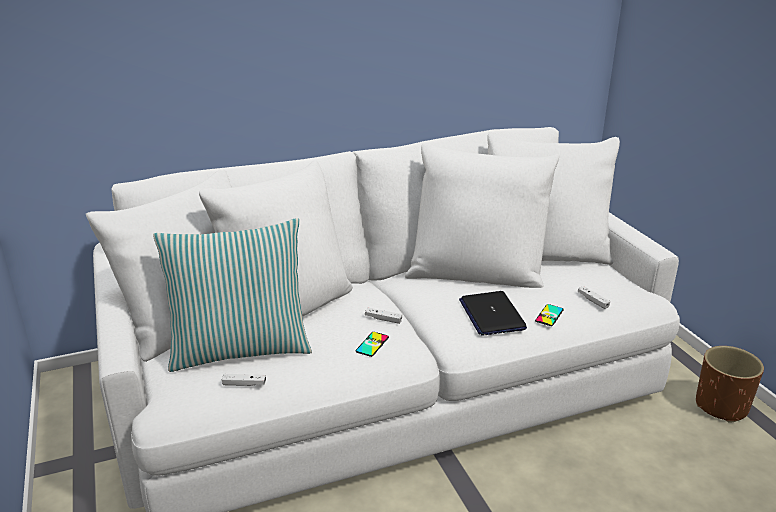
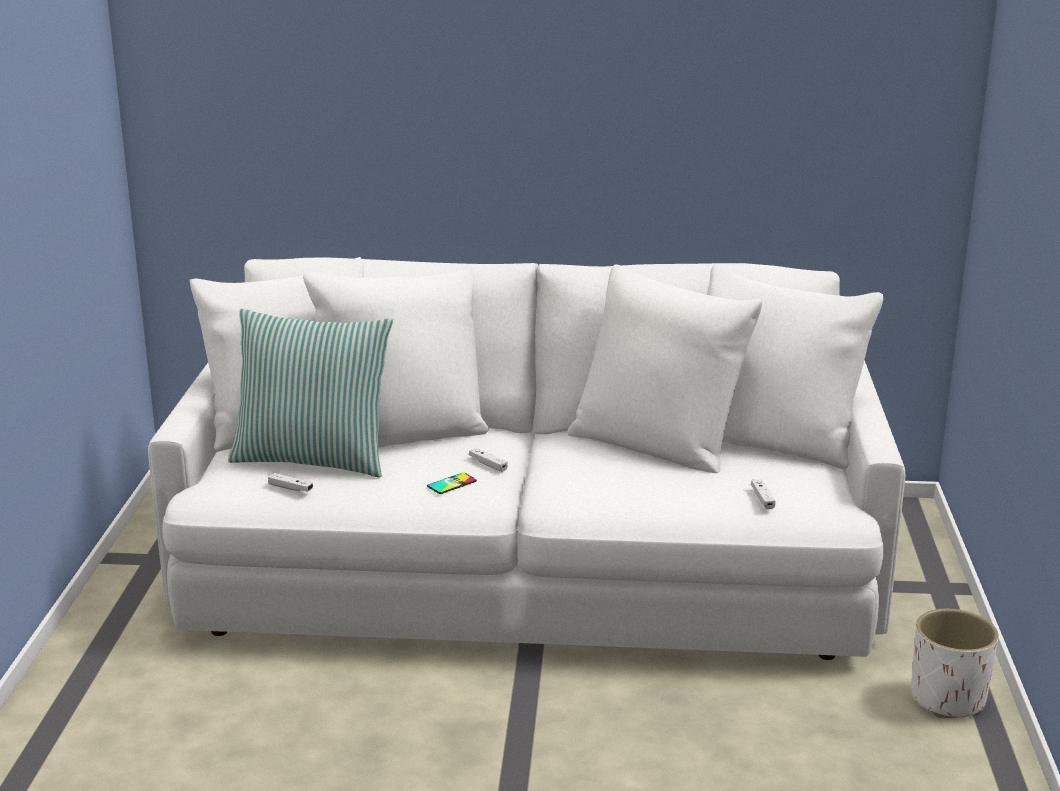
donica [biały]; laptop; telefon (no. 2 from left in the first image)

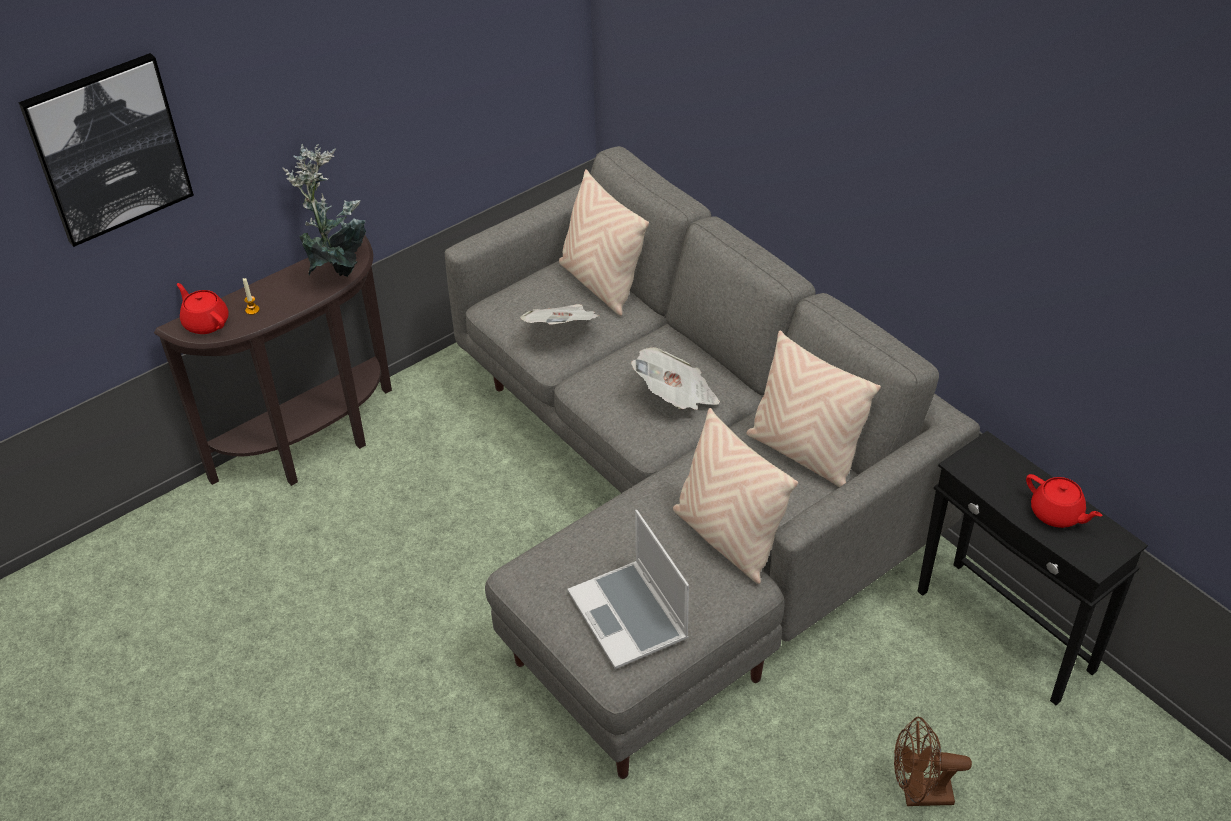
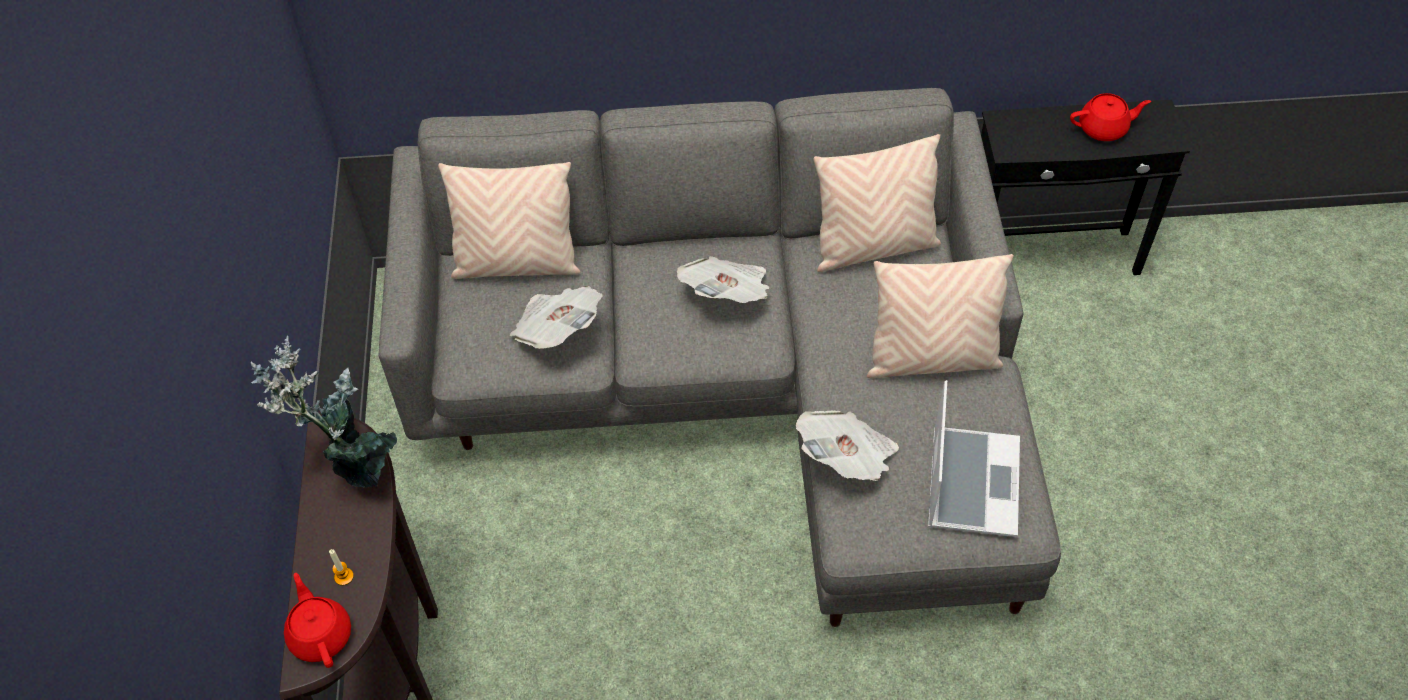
imbryk [czerwony] (no. 1 from left); gazeta (no. 3 from left); laptop; obraz; wentylator [brązowy]

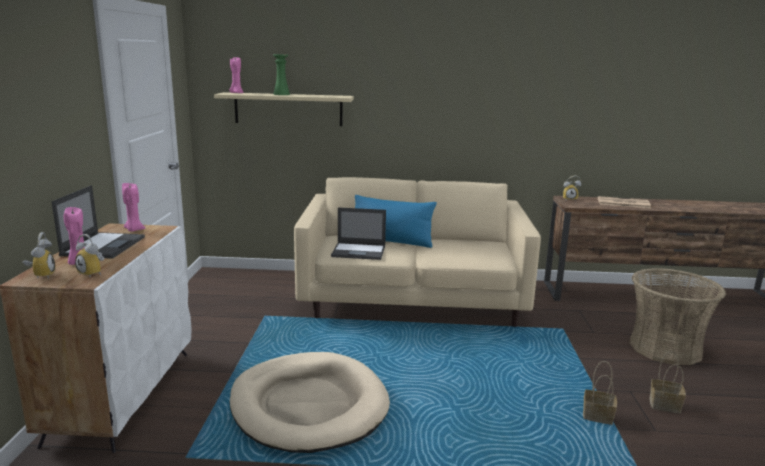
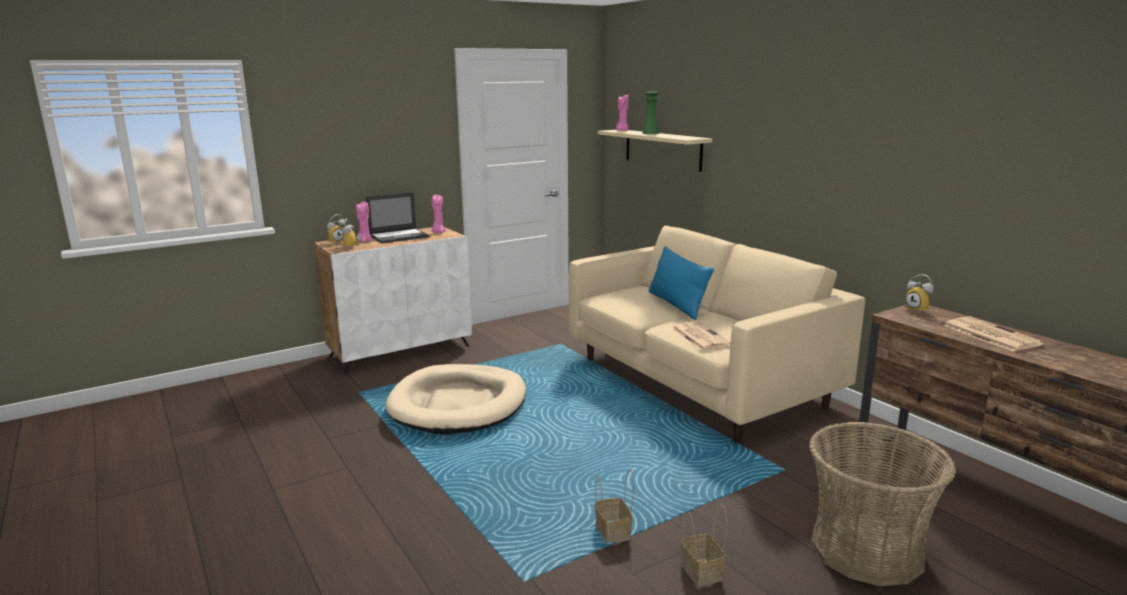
gazeta (no. 1 from left); laptop (no. 2 from left in the first image)

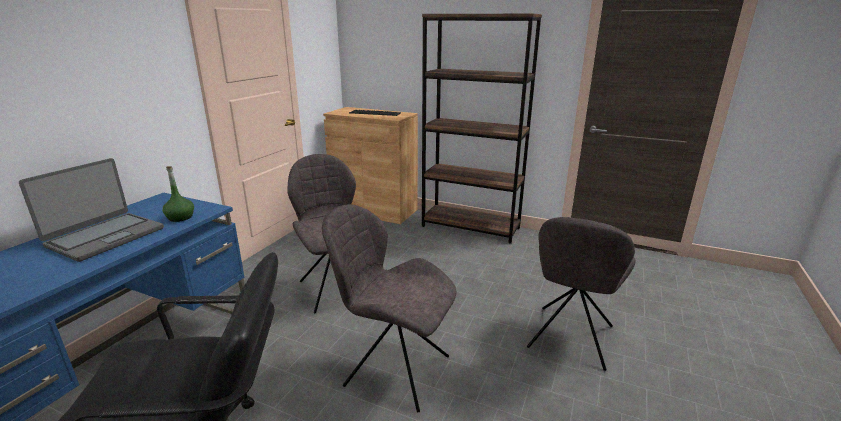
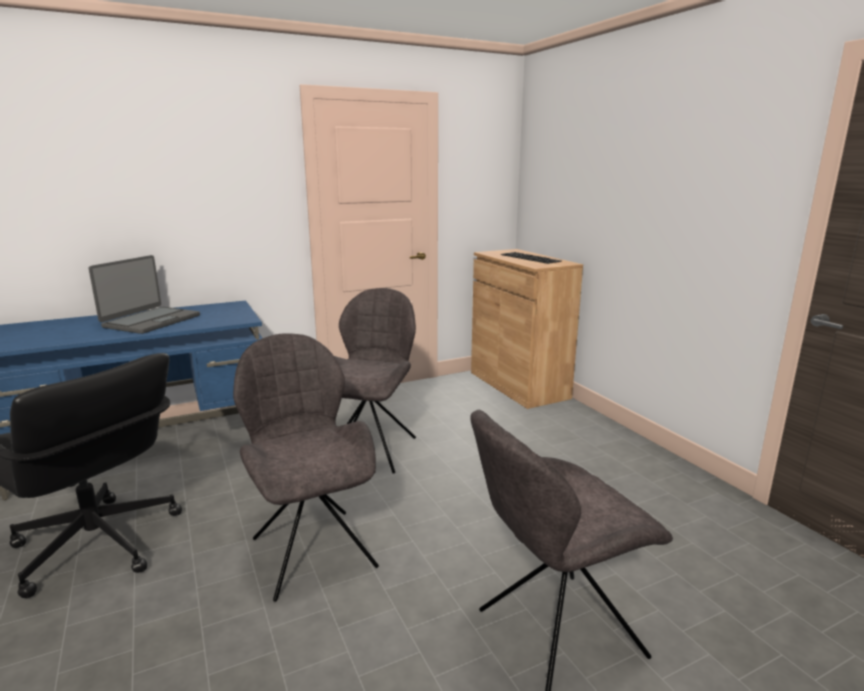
laptop; butelka [zielony]; regał [brązowy]

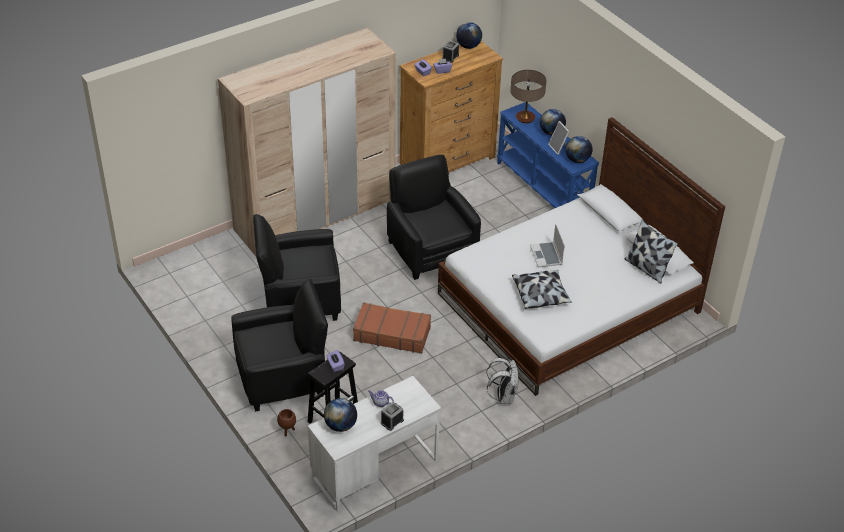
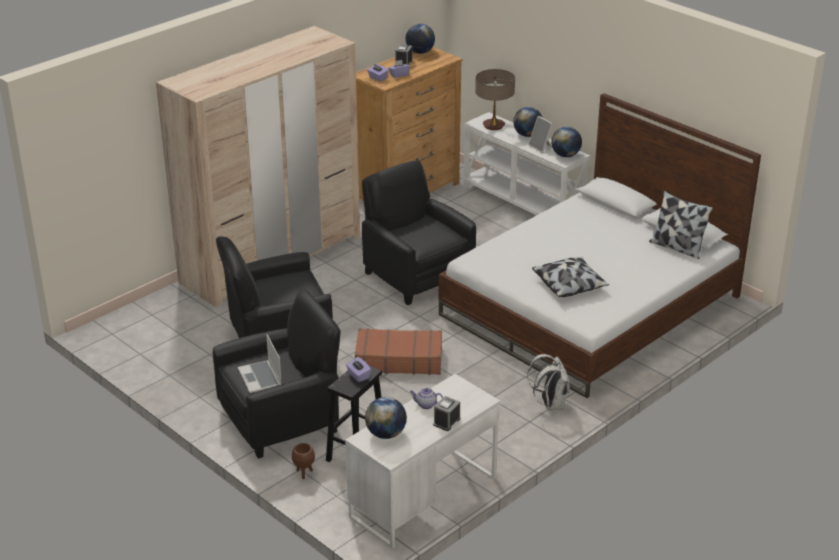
laptop; stolik konsolowy [biały]

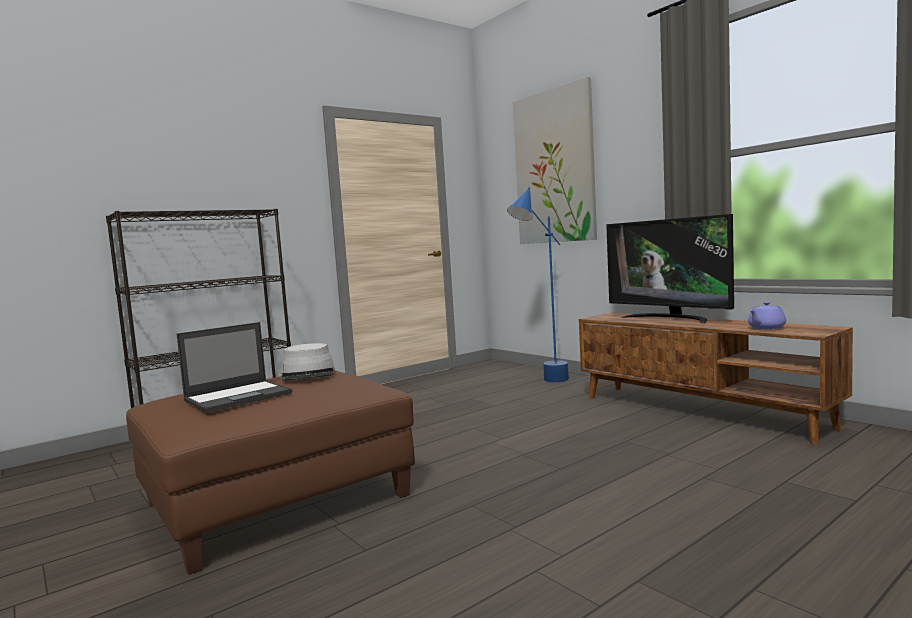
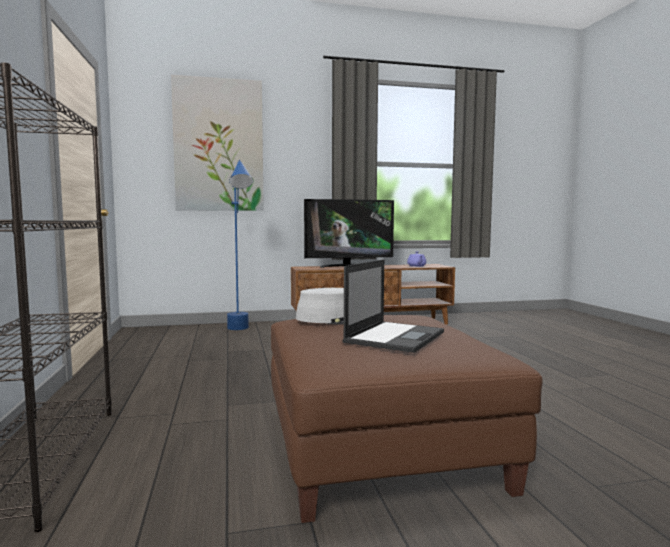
laptop

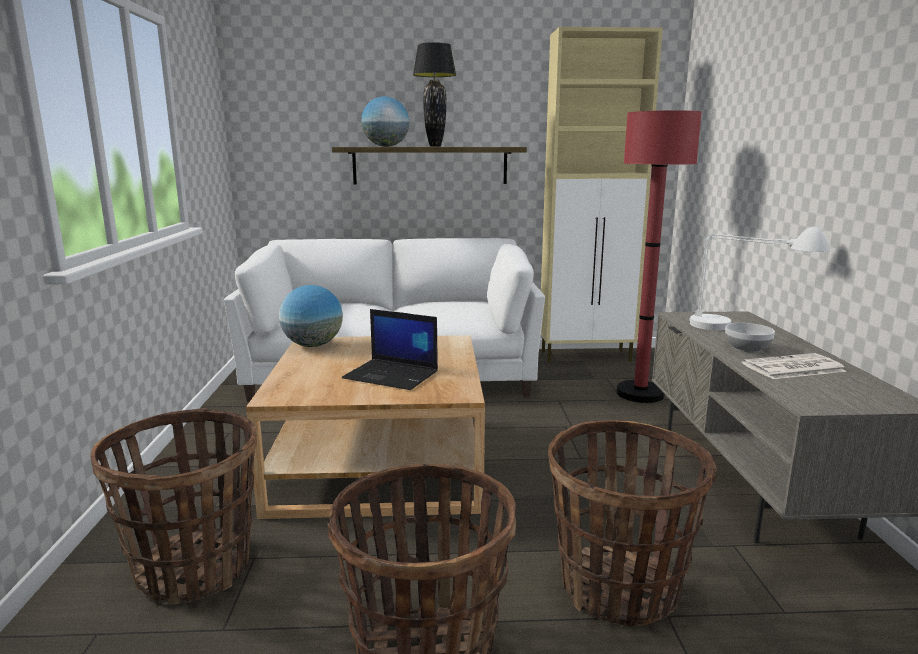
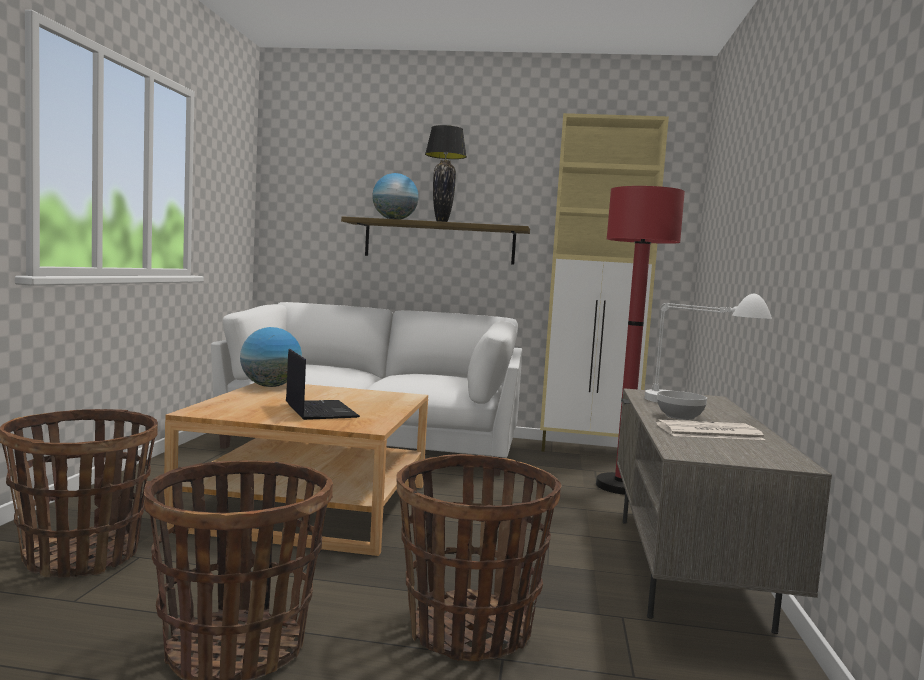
laptop

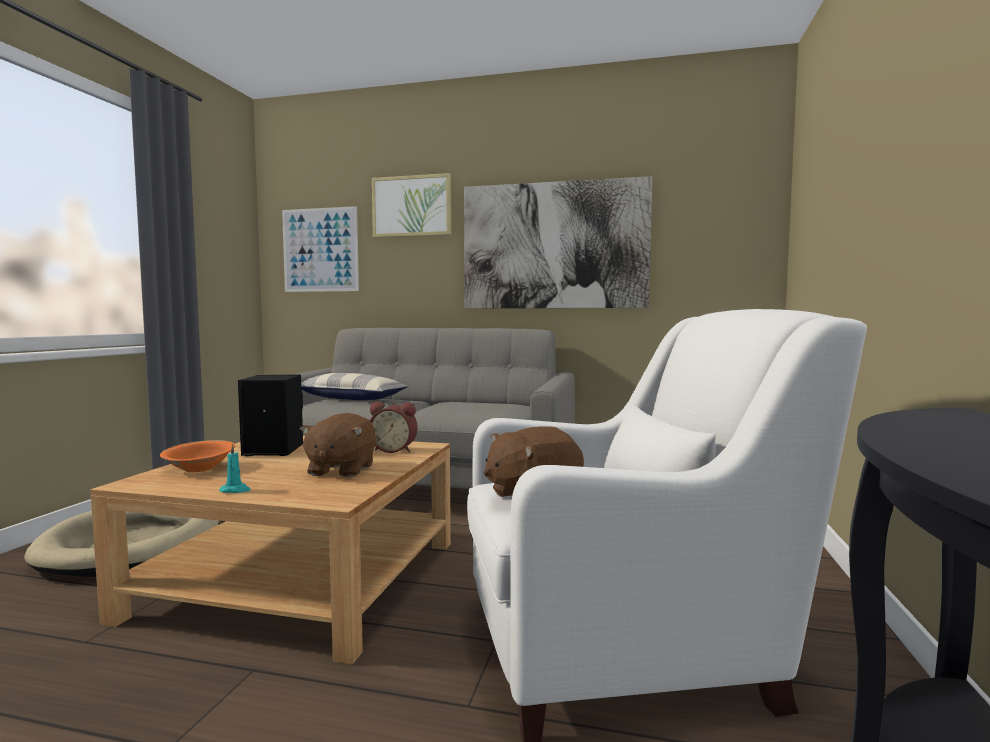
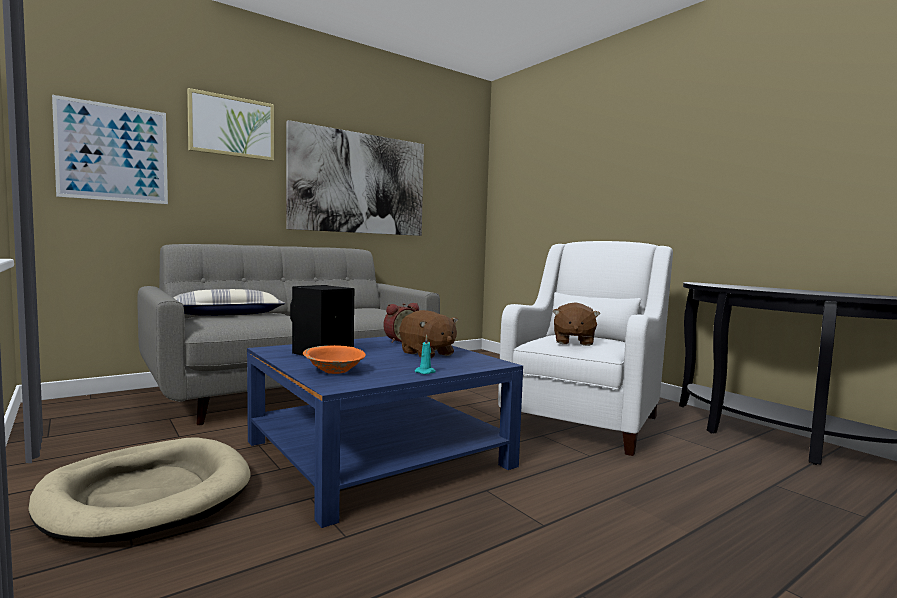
ława [niebieski]

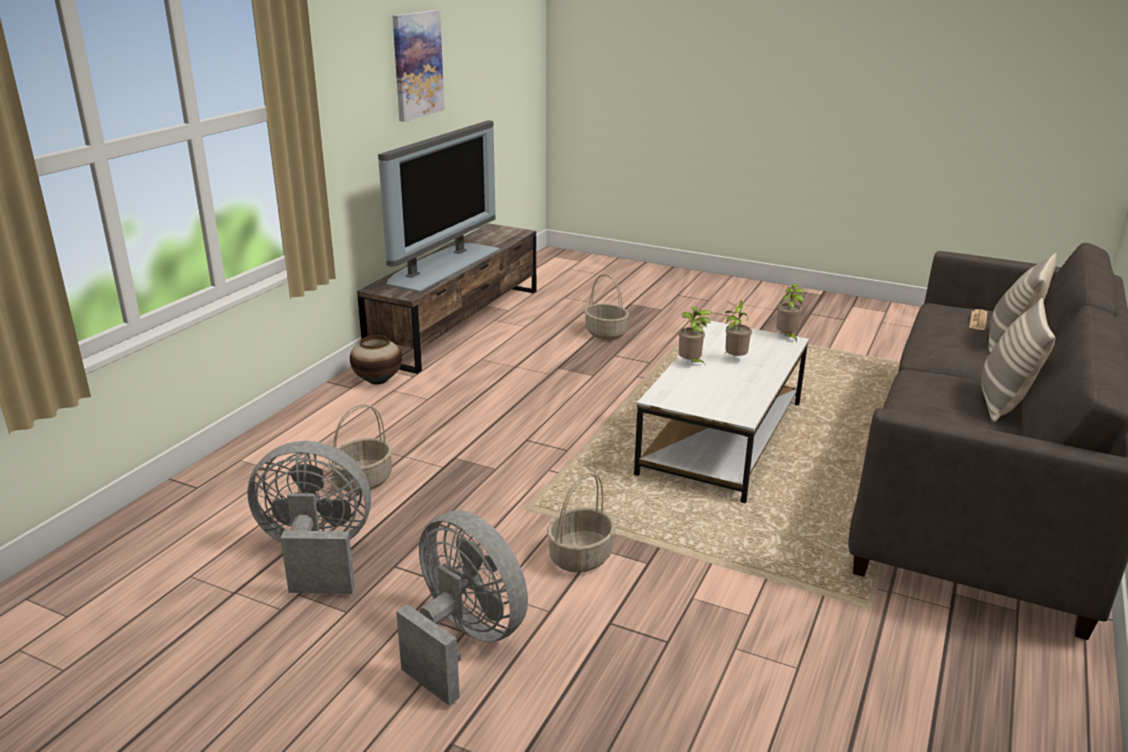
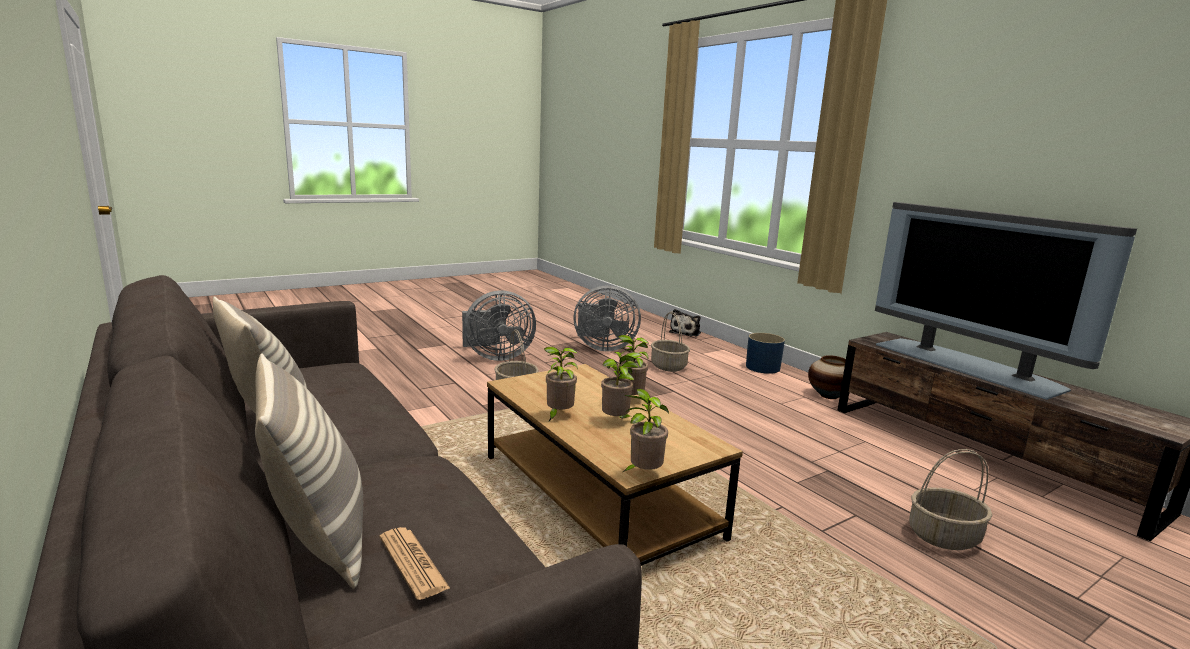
ława [brązowy]; roślina doniczkowa (no. 1 from left); wentylator [szary] (no. 2 from left); pluszak; donica [niebieski]; obraz

